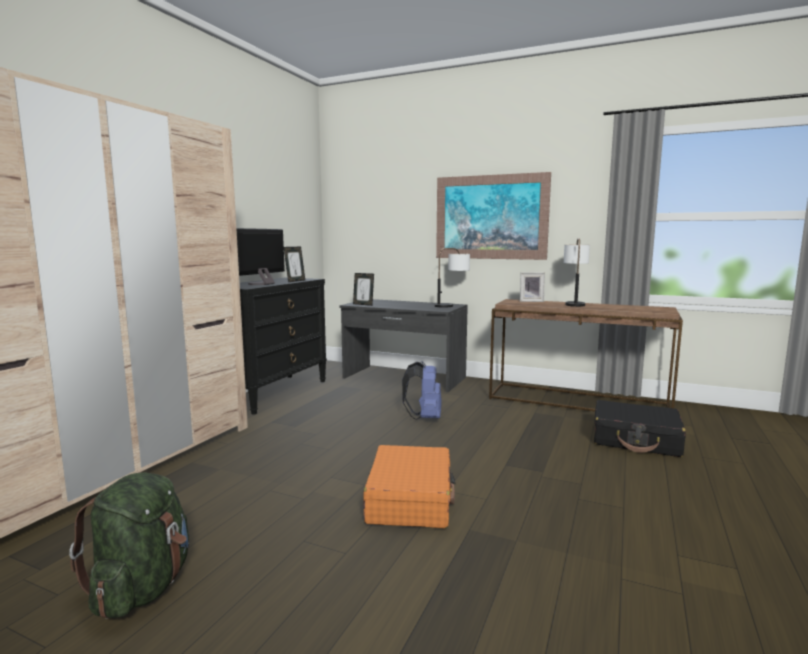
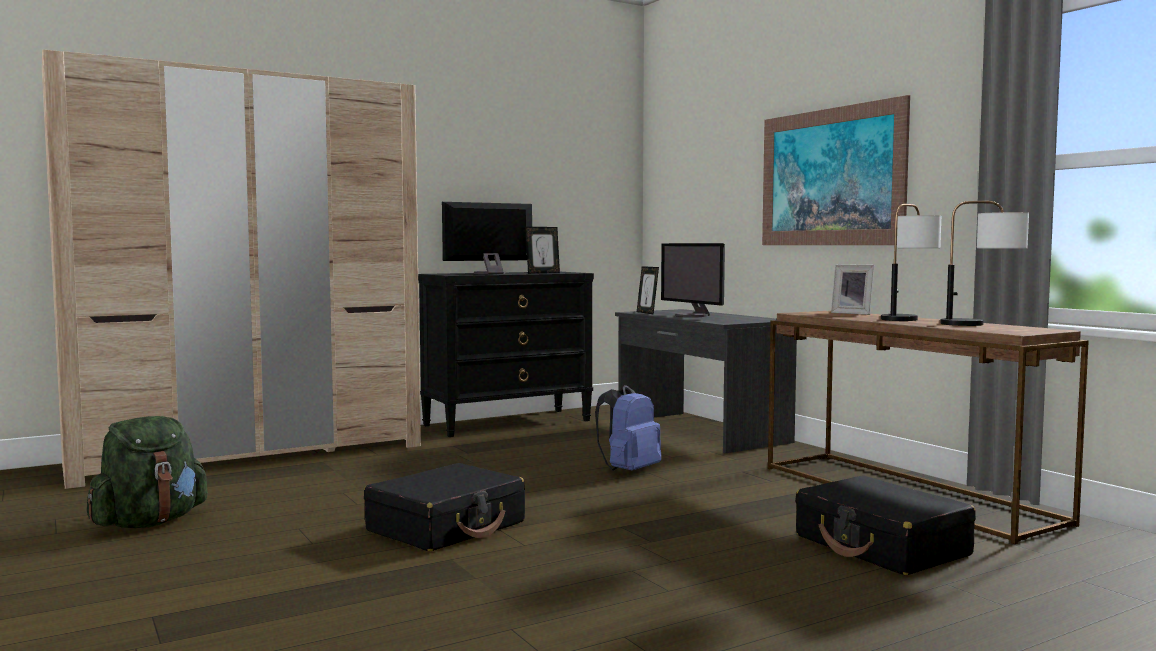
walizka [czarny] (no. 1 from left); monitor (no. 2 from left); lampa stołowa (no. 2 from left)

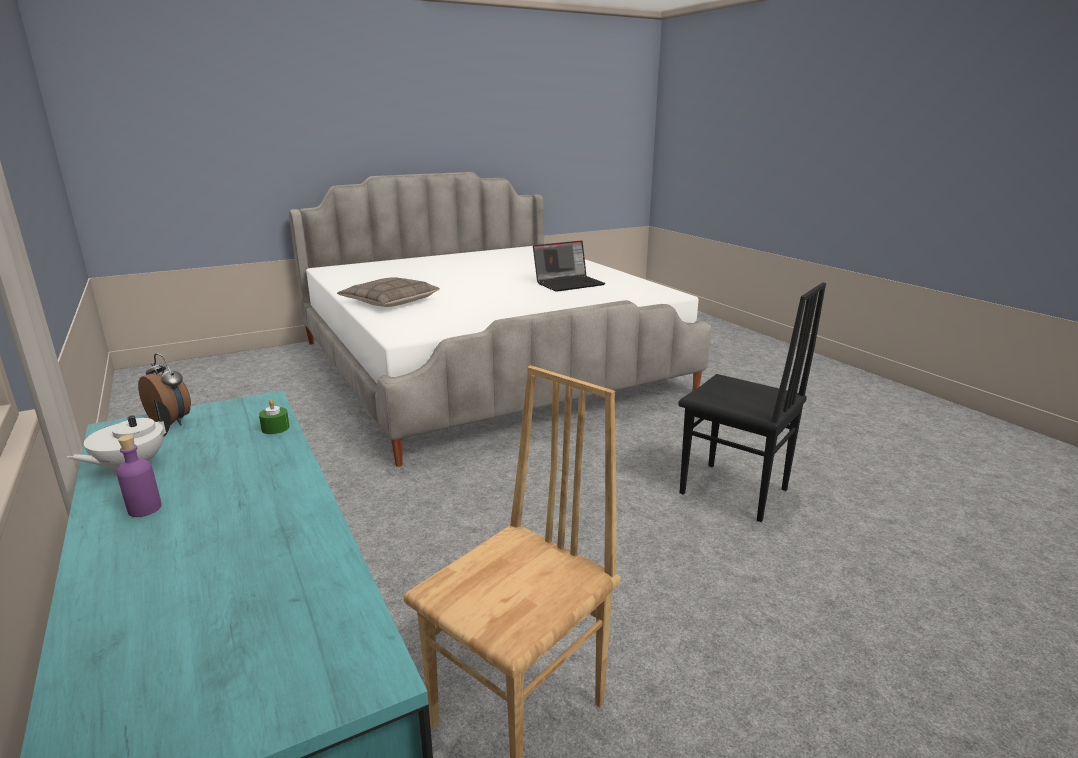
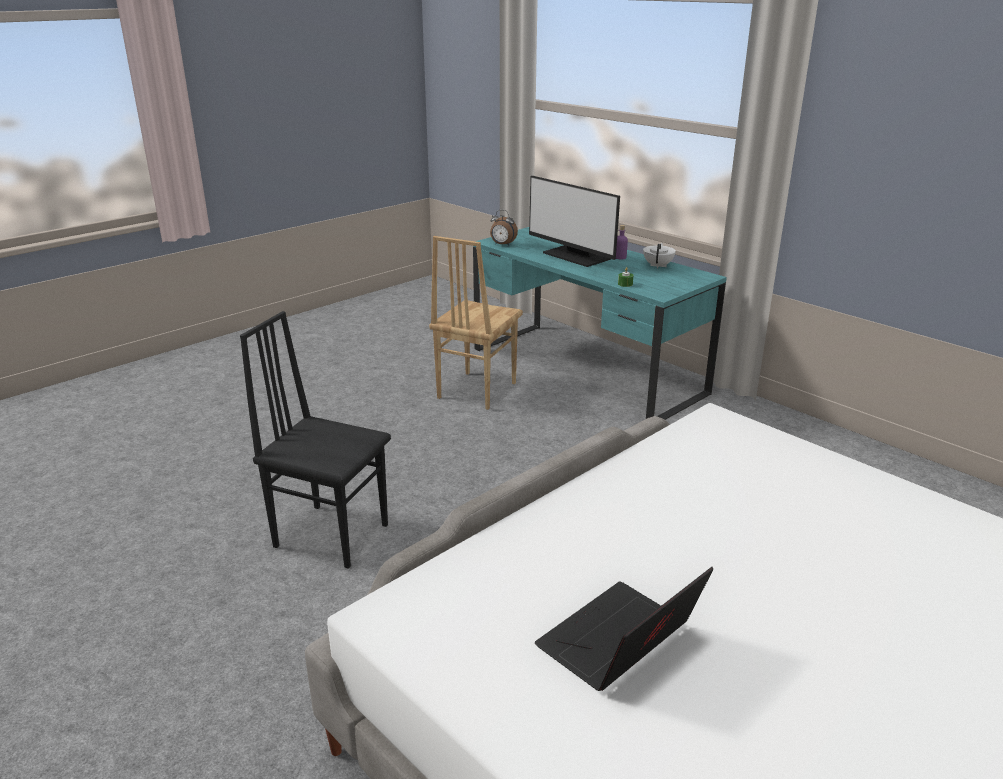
budzik; monitor; poduszka

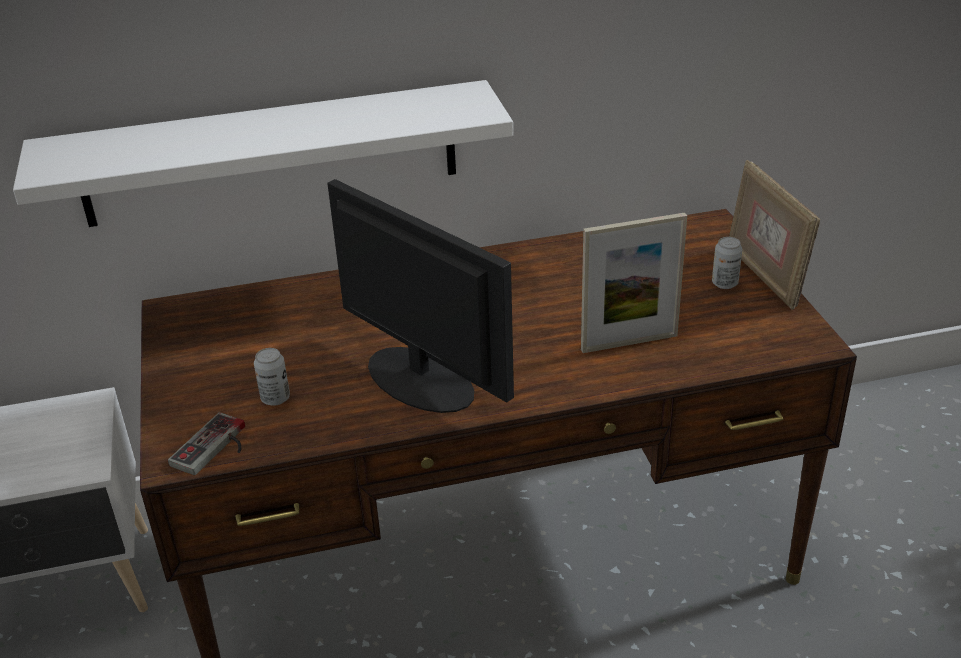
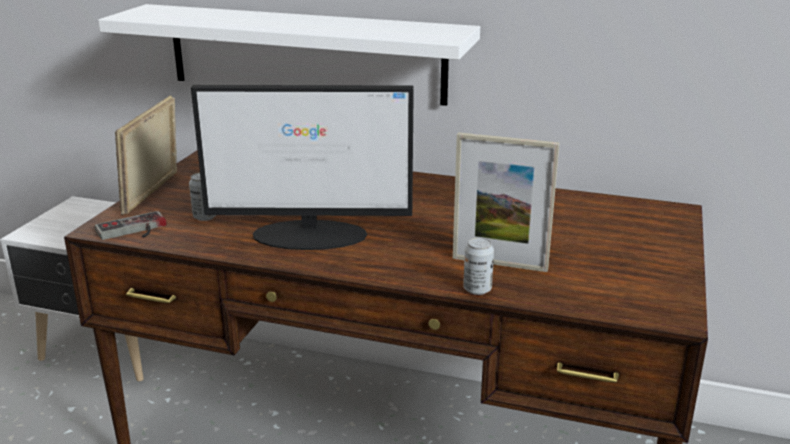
ramka na zdjęcie (no. 1 from left); monitor; puszka (no. 2 from left)

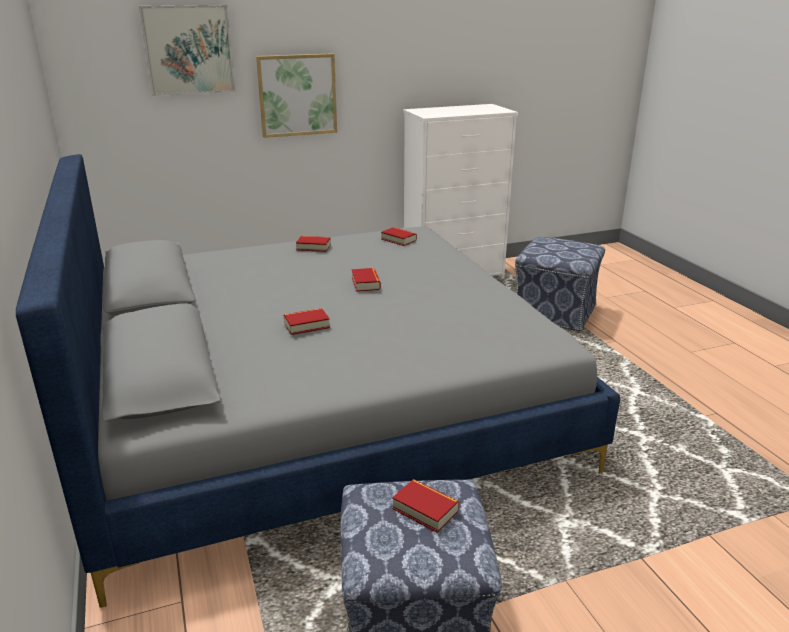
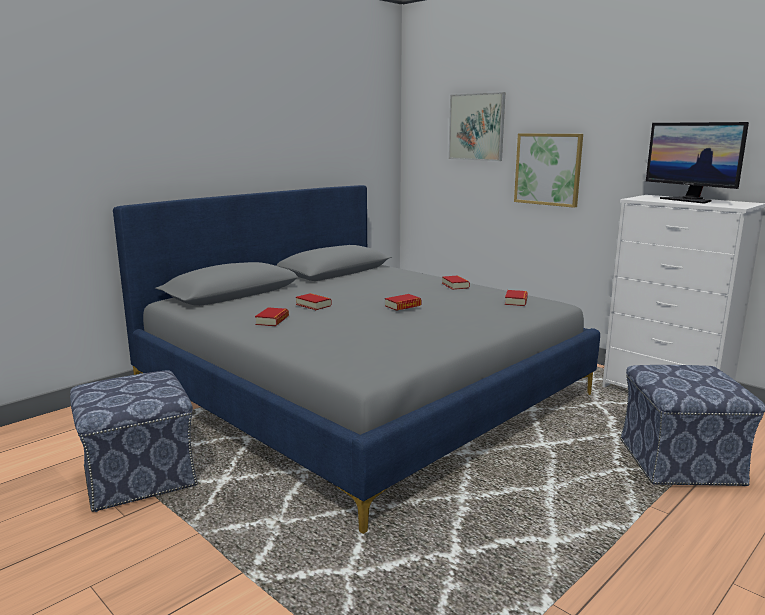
książka (no. 1 from left); monitor

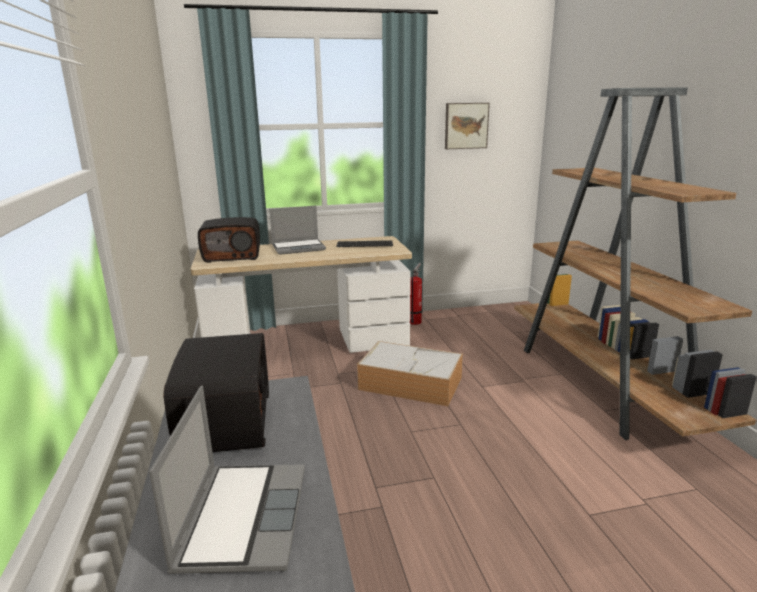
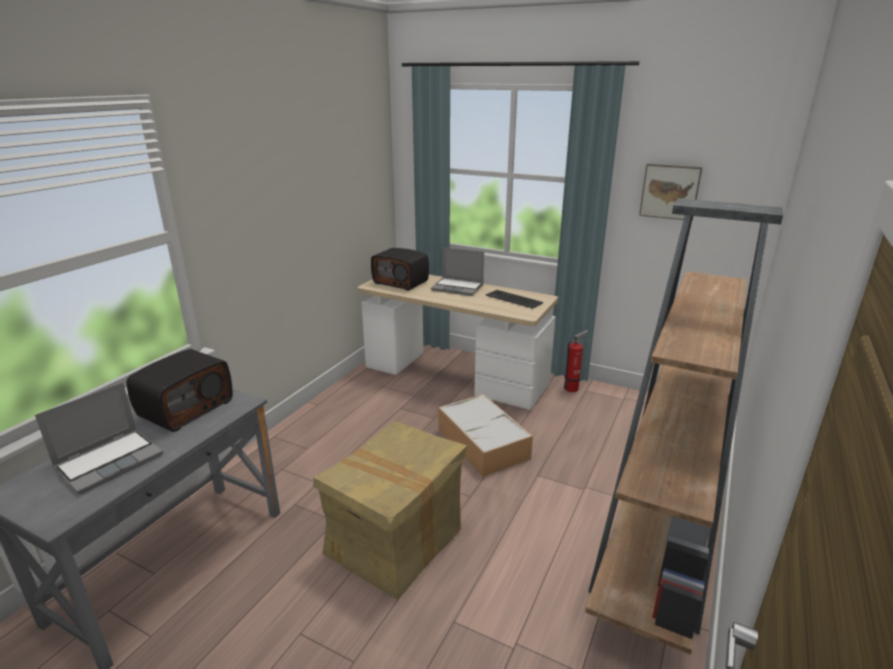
karton

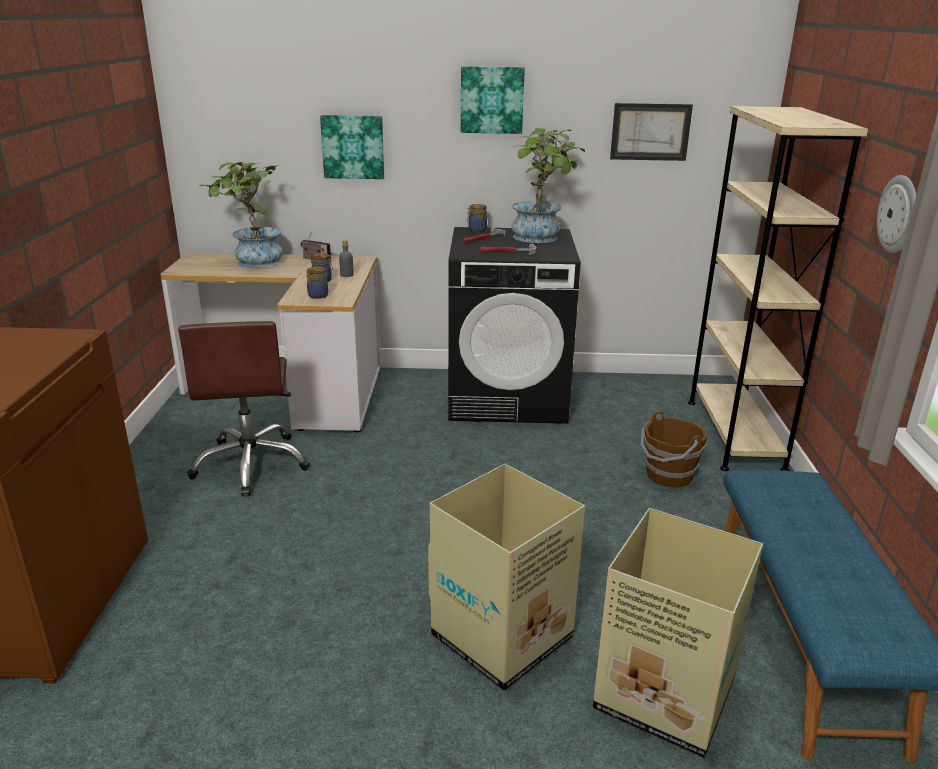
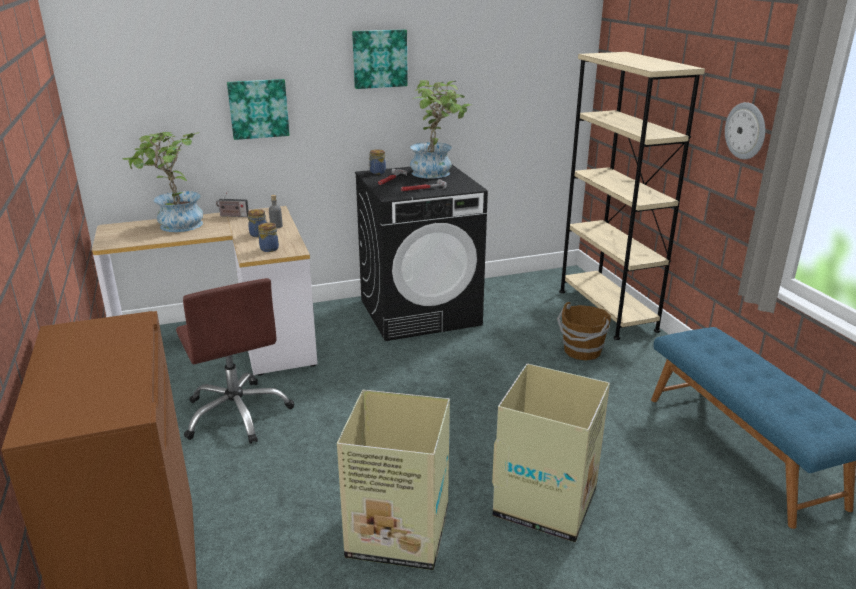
karton (no. 1 from left); obraz (no. 3 from left in the first image)

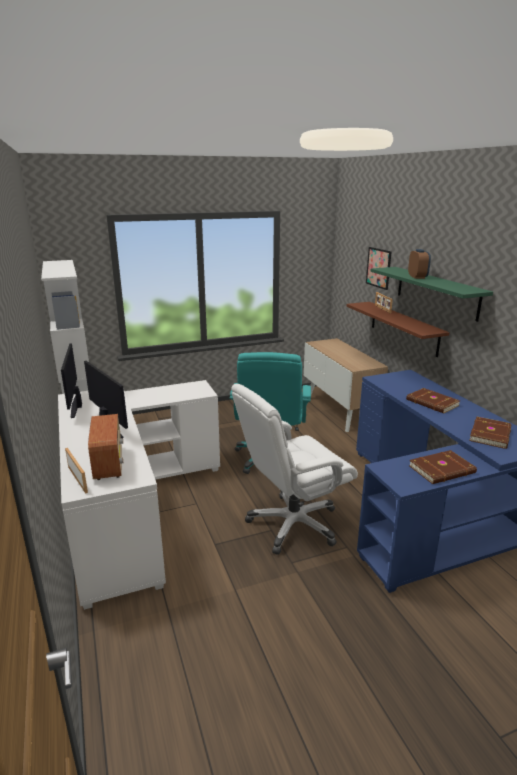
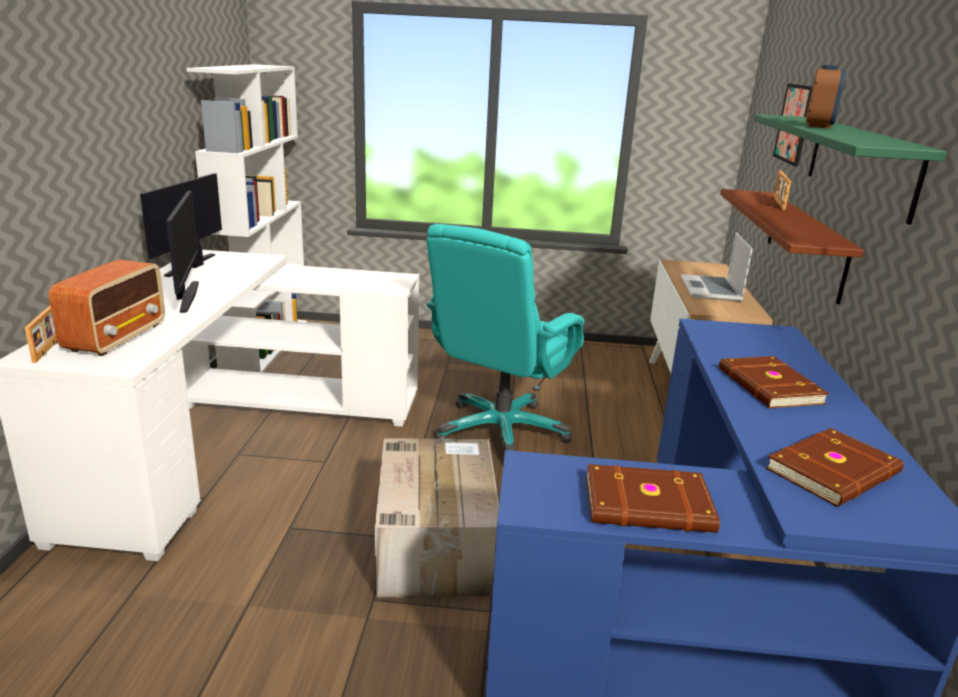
karton; laptop

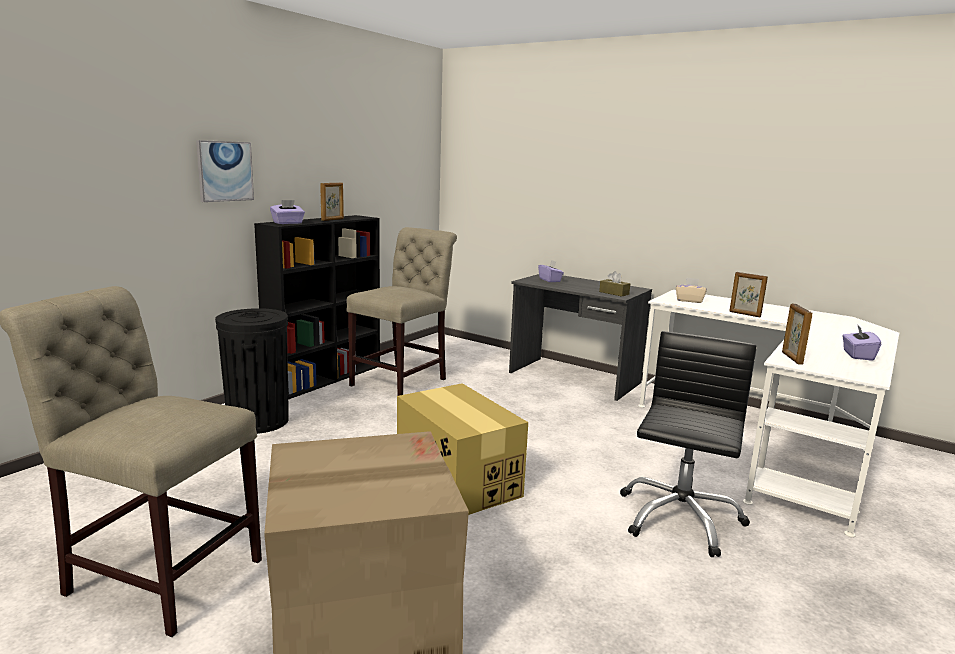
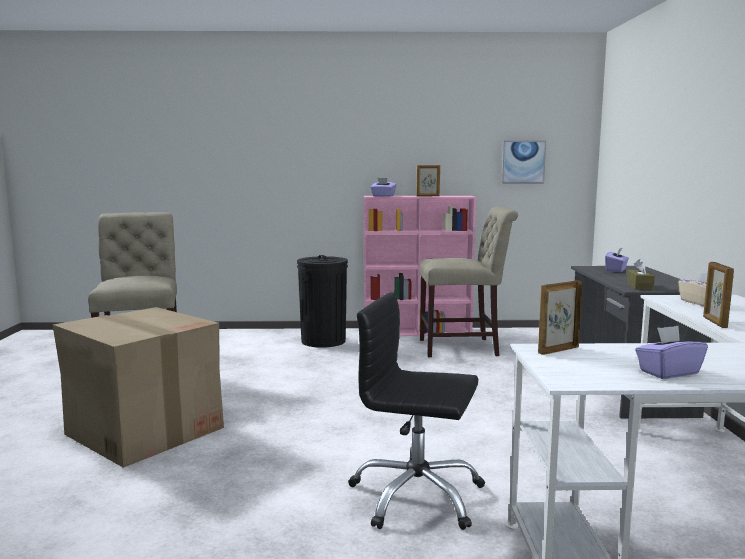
krzesło biurowe [czarny]; regał [różowy]; obraz; karton (no. 2 from left in the first image)

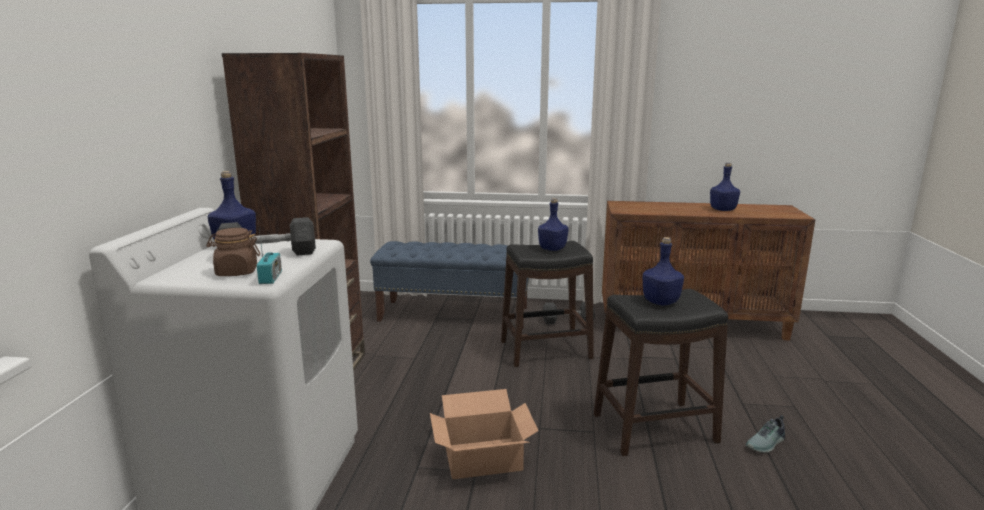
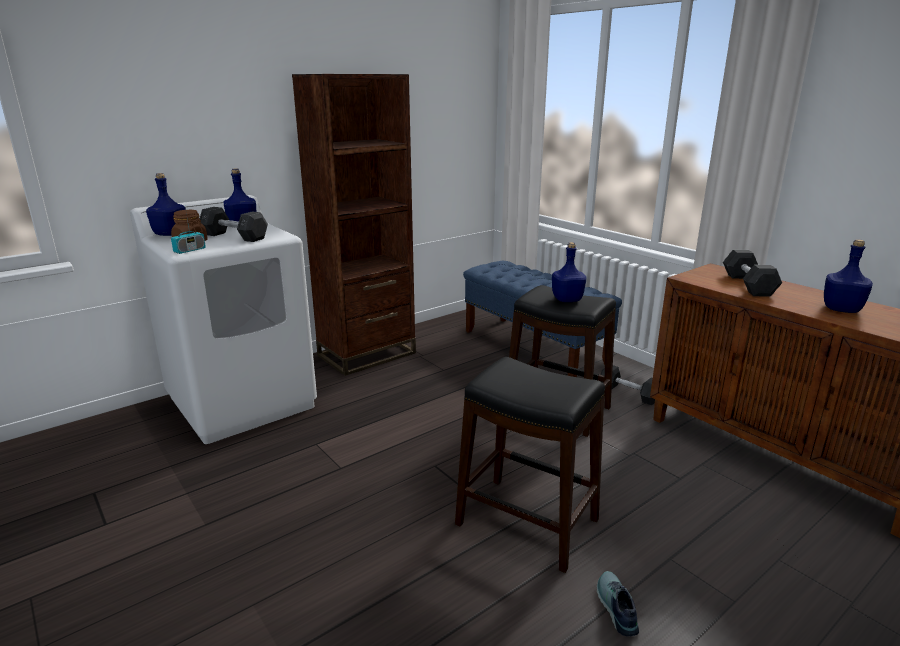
butelka [niebieski] (no. 1 from left); but; hantel [szary] (no. 3 from left); karton

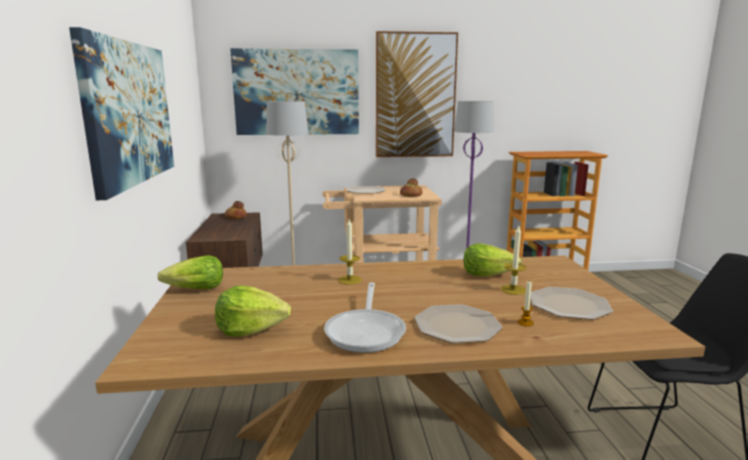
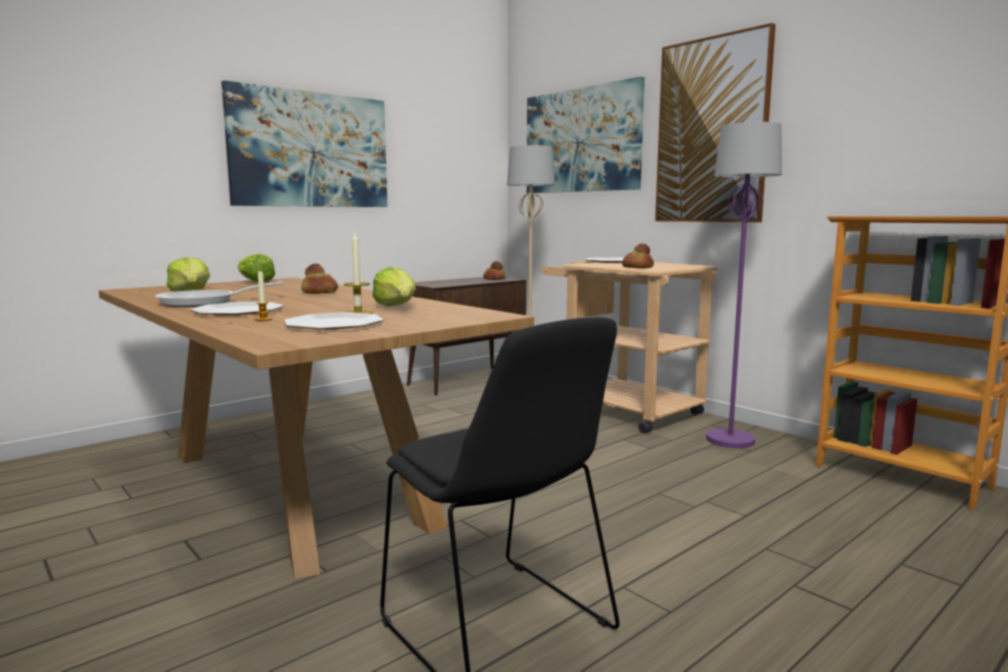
chleb (no. 1 from left)

